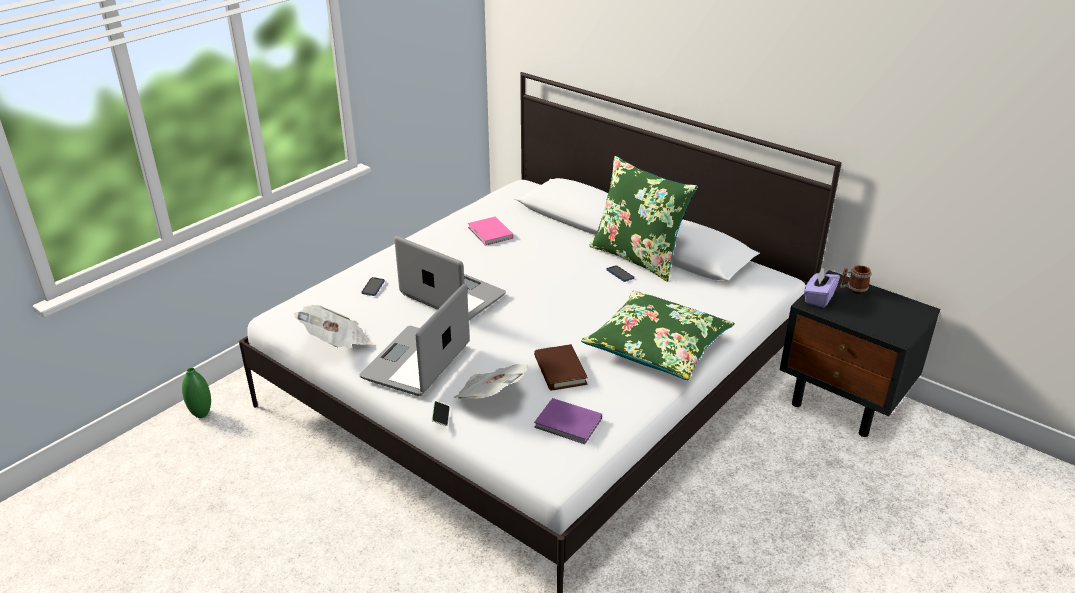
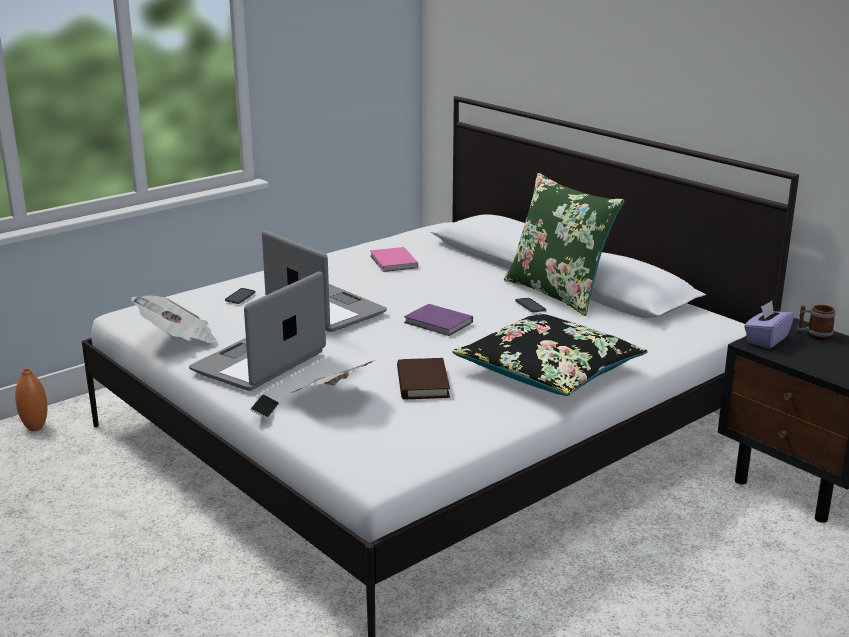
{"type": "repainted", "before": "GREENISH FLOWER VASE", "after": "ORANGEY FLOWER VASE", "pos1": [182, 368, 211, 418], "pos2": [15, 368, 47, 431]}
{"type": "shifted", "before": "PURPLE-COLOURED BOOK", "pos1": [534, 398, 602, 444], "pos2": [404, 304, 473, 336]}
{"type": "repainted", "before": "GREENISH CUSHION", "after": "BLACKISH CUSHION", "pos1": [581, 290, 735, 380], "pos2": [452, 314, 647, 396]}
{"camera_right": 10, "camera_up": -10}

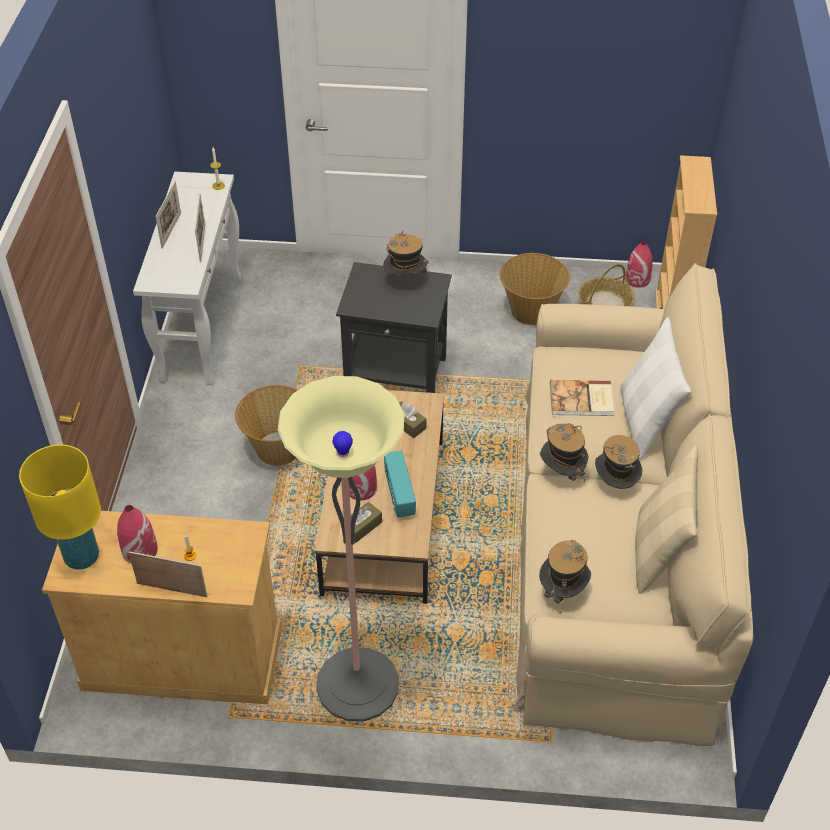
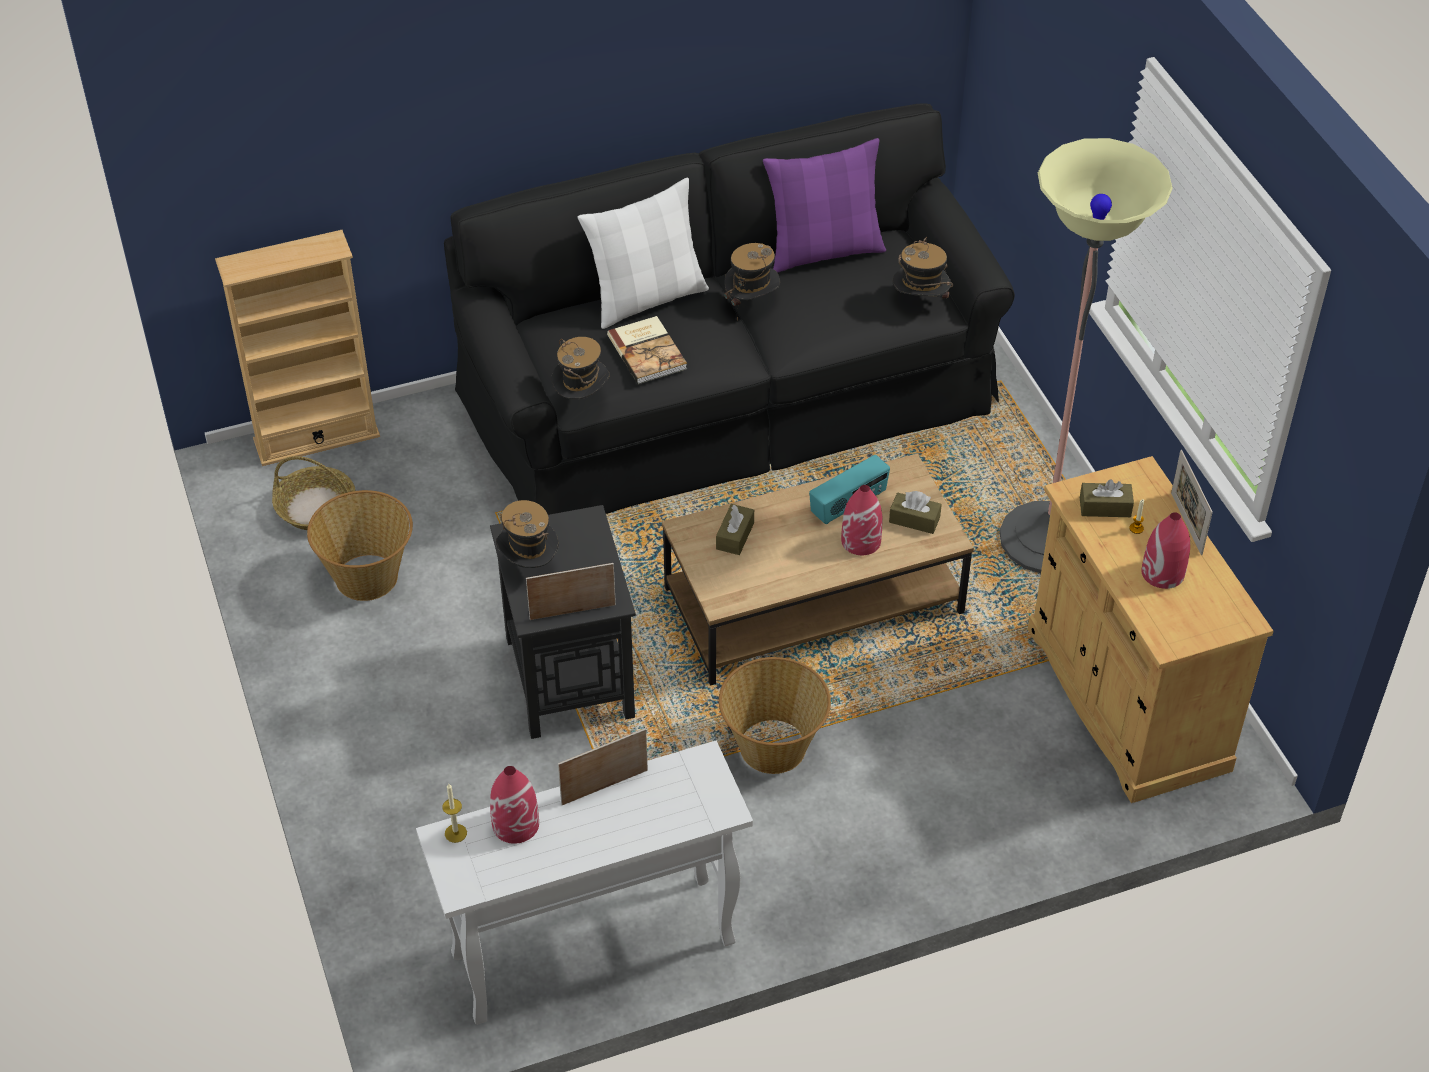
{"type": "repainted", "before": "SAND-COLOURED COUCH", "after": "BLACKISH COUCH", "pos1": [513, 263, 753, 746], "pos2": [444, 104, 1015, 515]}
{"type": "shifted", "before": "REDDISH FLOWER VASE", "pos1": [626, 241, 653, 288], "pos2": [490, 766, 539, 844]}
{"type": "shifted", "before": "STANDING FRAME", "pos1": [155, 181, 181, 249], "pos2": [526, 563, 616, 620]}
{"type": "shifted", "before": "CLOTHING HAT", "pos1": [540, 423, 588, 482], "pos2": [551, 337, 610, 399]}
{"type": "repainted", "before": "SAND-COLOURED CUSHION", "after": "PURPLE-COLOURED CUSHION", "pos1": [635, 446, 698, 594], "pos2": [763, 138, 886, 273]}
{"type": "new", "after": "BROWN BOX OF TISSUES", "pos2": [1080, 479, 1134, 517]}
{"type": "gone", "before": "YELLOWISH LAMP FOR A TABLE", "pos1": [19, 444, 101, 570]}
{"camera_right": -115, "camera_up": 0}

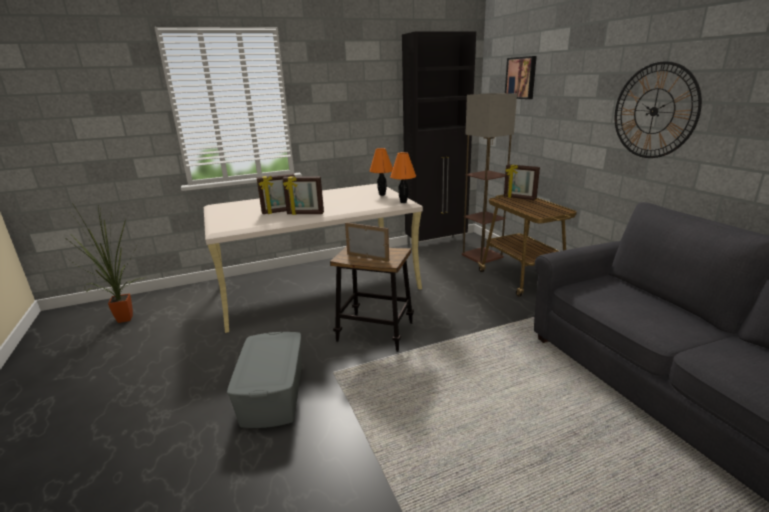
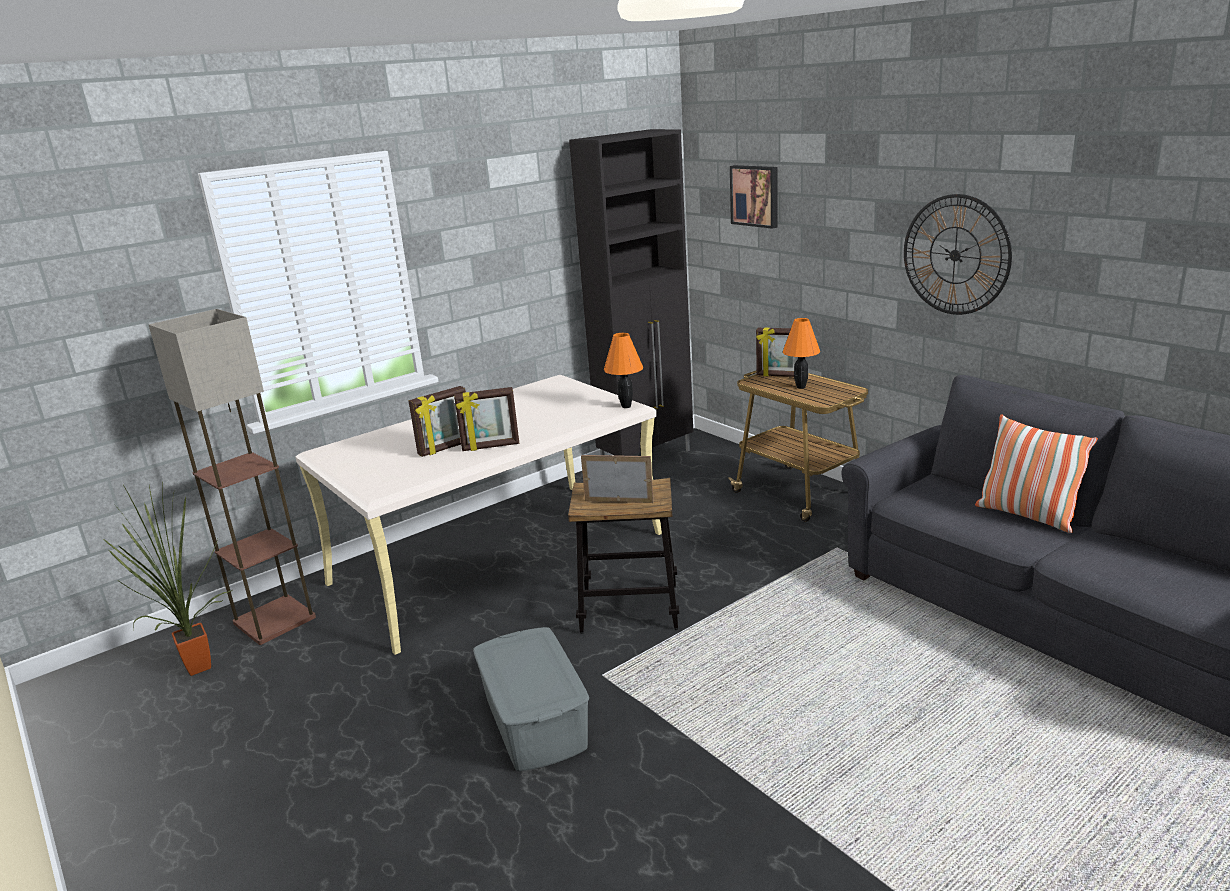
{"type": "shifted", "before": "FLOOR LAMP", "pos1": [462, 93, 517, 264], "pos2": [149, 309, 316, 645]}
{"type": "shifted", "before": "ORANGEY LAMP FOR A TABLE", "pos1": [370, 148, 393, 196], "pos2": [783, 318, 820, 389]}
{"type": "new", "after": "CUSHION", "pos2": [975, 414, 1098, 533]}
{"camera_right": -15, "camera_up": 0}

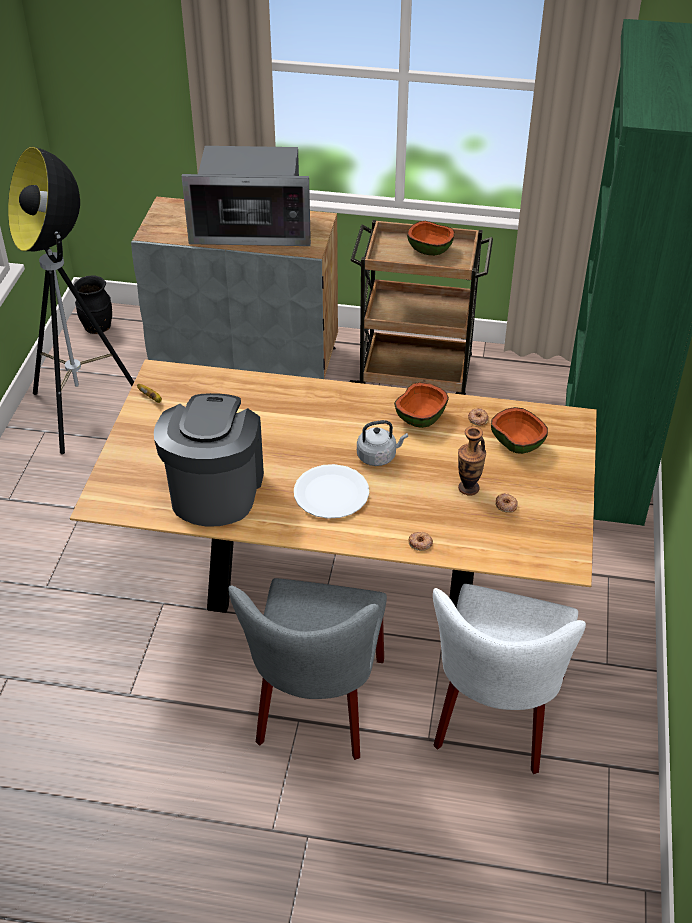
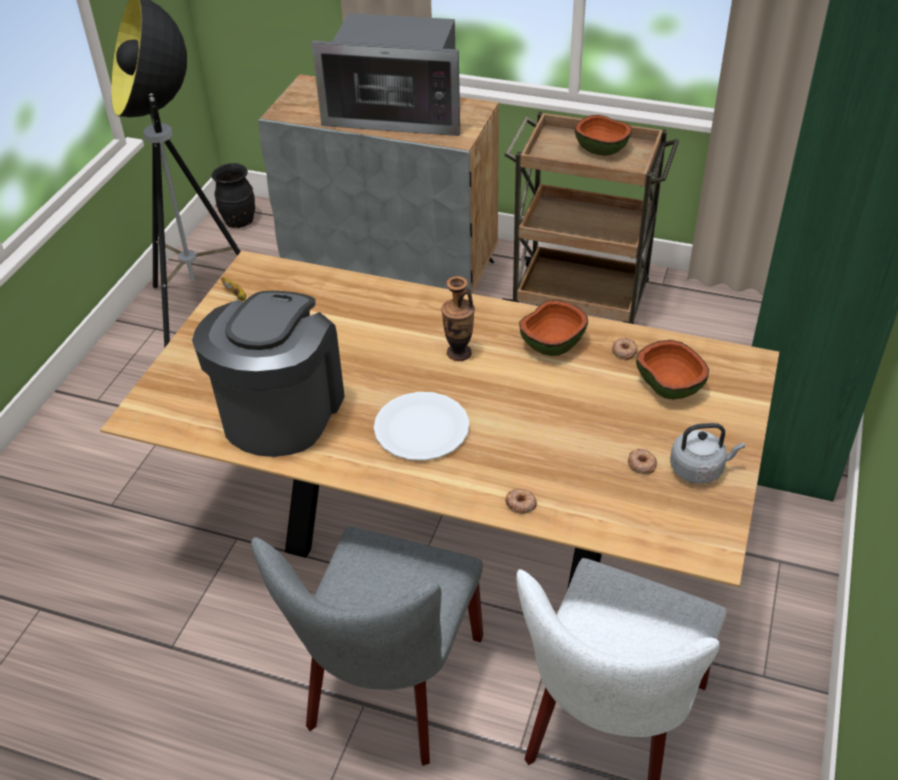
{"type": "shifted", "before": "FLOWER VASE", "pos1": [458, 426, 486, 496], "pos2": [441, 276, 475, 361]}
{"type": "shifted", "before": "GREYISH TEA KETTLE", "pos1": [357, 420, 408, 466], "pos2": [670, 423, 745, 484]}
{"camera_right": 10, "camera_up": 0}

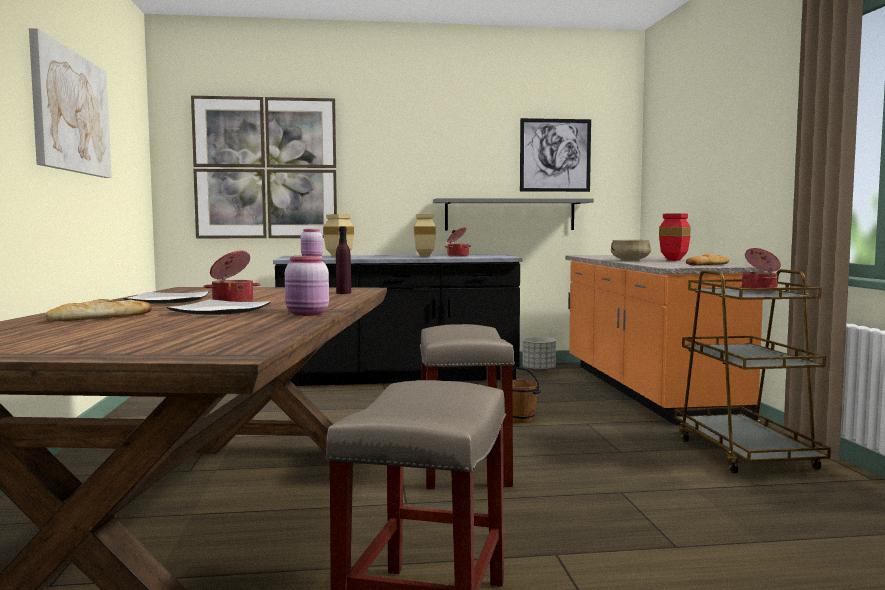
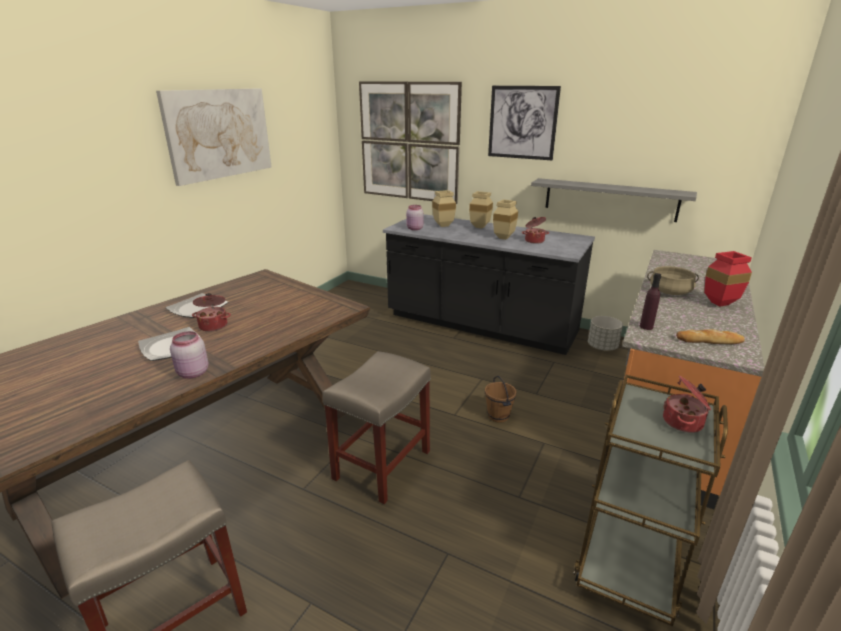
{"type": "new", "after": "SAND-COLOURED FLOWER VASE", "pos2": [469, 191, 493, 229]}
{"type": "shifted", "before": "WALL ART", "pos1": [520, 118, 591, 192], "pos2": [488, 86, 561, 160]}
{"type": "shifted", "before": "PURPLE-COLOURED DRINK BOTTLE", "pos1": [336, 227, 351, 294], "pos2": [640, 273, 661, 330]}
{"type": "gone", "before": "BAKED BREAD", "pos1": [45, 299, 152, 321]}
{"camera_right": 35, "camera_up": 20}

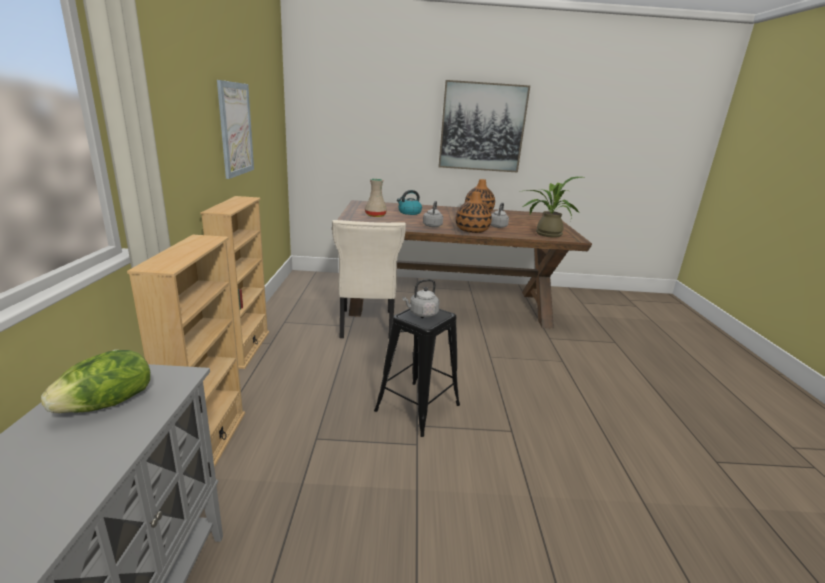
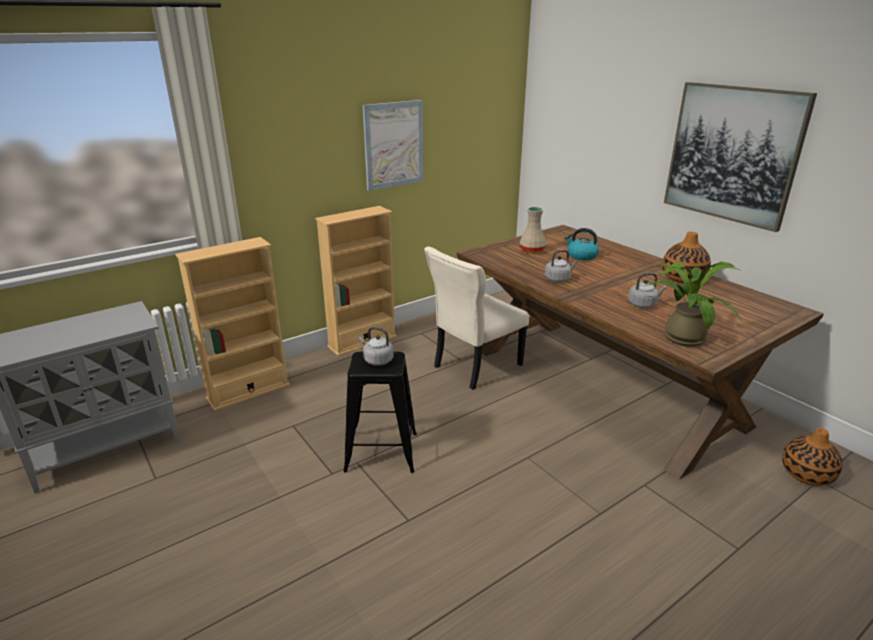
{"type": "shifted", "before": "FLOWER VASE", "pos1": [456, 191, 492, 233], "pos2": [782, 428, 842, 486]}
{"type": "gone", "before": "HEAD OF LETTUCE", "pos1": [41, 350, 150, 413]}
{"camera_right": 55, "camera_up": 5}

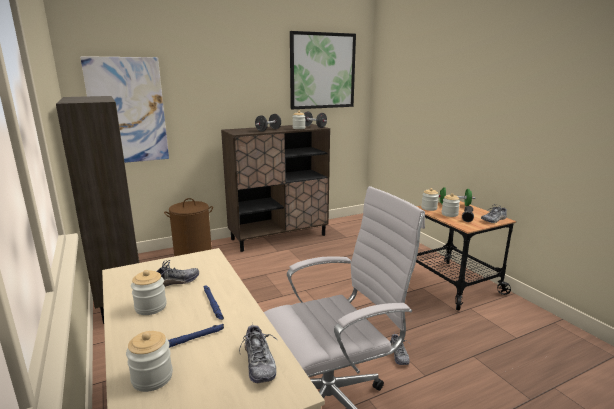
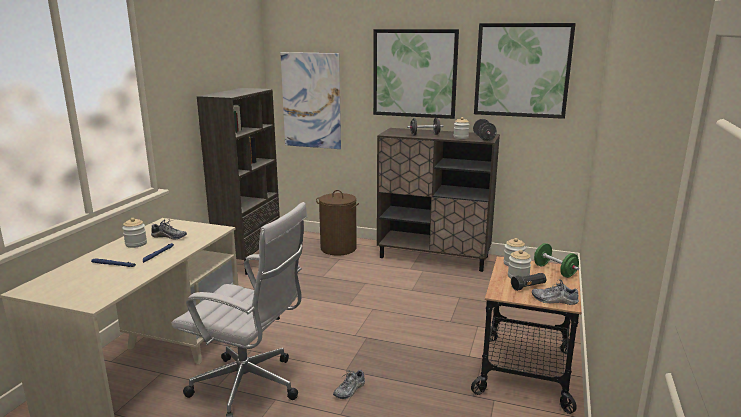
{"type": "new", "after": "WALL ART", "pos2": [373, 29, 459, 119]}
{"type": "gone", "before": "PRESERVE JAR", "pos1": [126, 331, 173, 392]}
{"type": "gone", "before": "LOW SHOE", "pos1": [239, 324, 278, 383]}
{"camera_right": 45, "camera_up": 0}

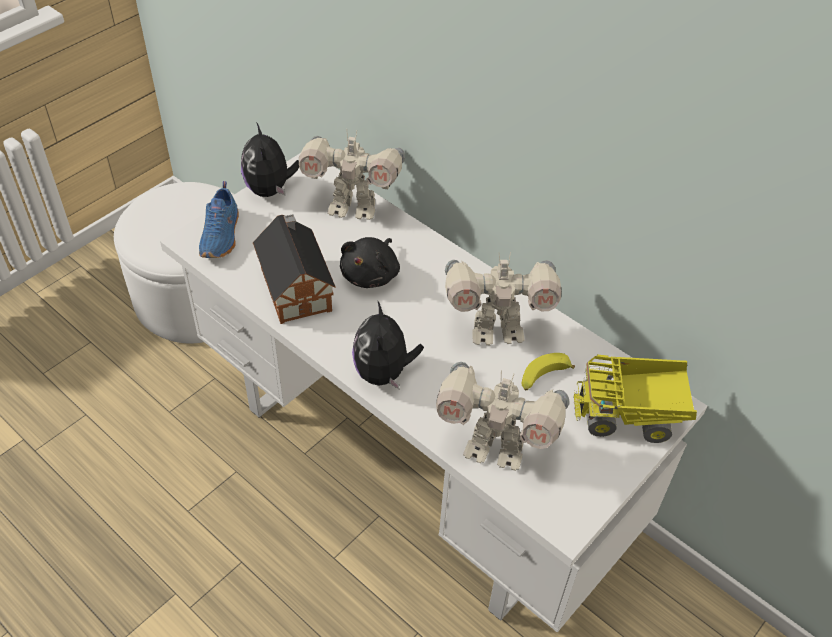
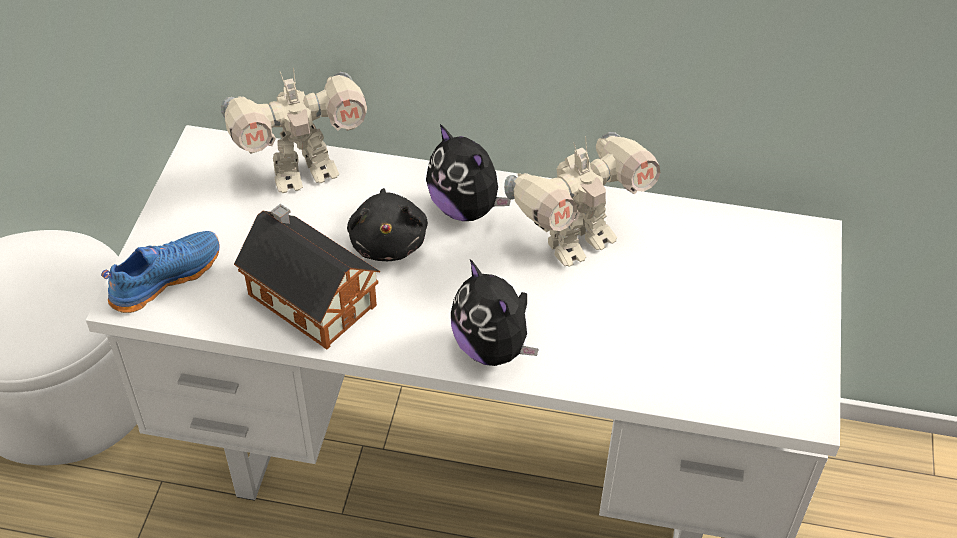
{"type": "rotated", "before": "BLUISH LOW SHOE", "pos1": [199, 181, 239, 258], "pos2": [101, 231, 220, 313], "turn": -105}
{"type": "shifted", "before": "CUDDLY TOY", "pos1": [241, 122, 299, 197], "pos2": [426, 124, 511, 221]}
{"type": "gone", "before": "ROBOT FIGURE", "pos1": [436, 362, 569, 471]}
{"type": "gone", "before": "BANANA", "pos1": [522, 353, 575, 390]}
{"type": "gone", "before": "TOY TRUCK", "pos1": [573, 355, 697, 443]}
{"camera_right": -30, "camera_up": 0}

